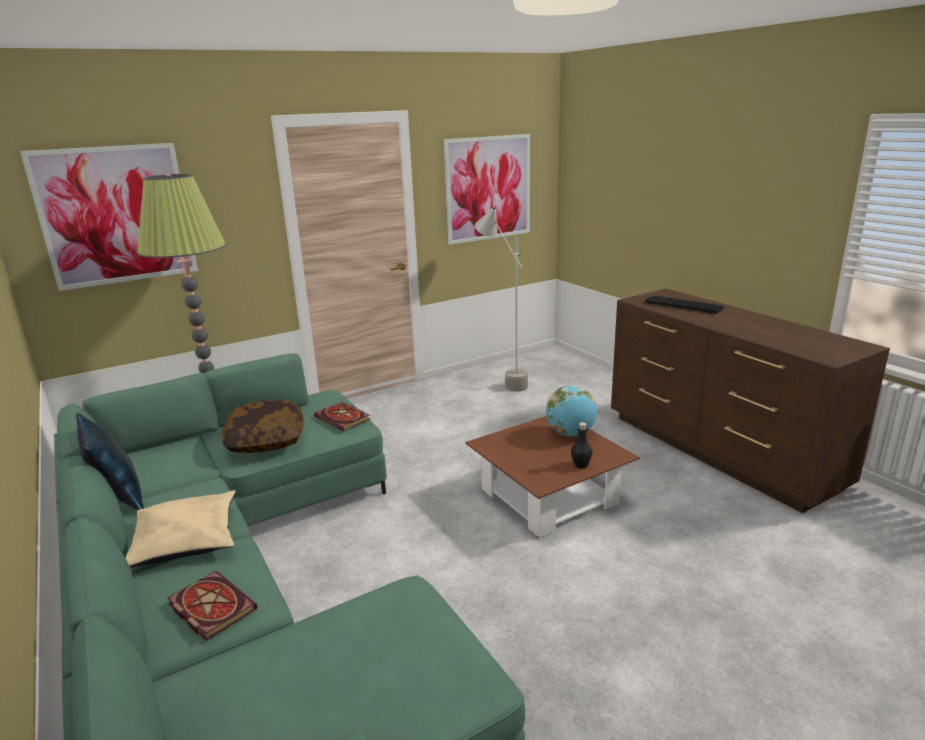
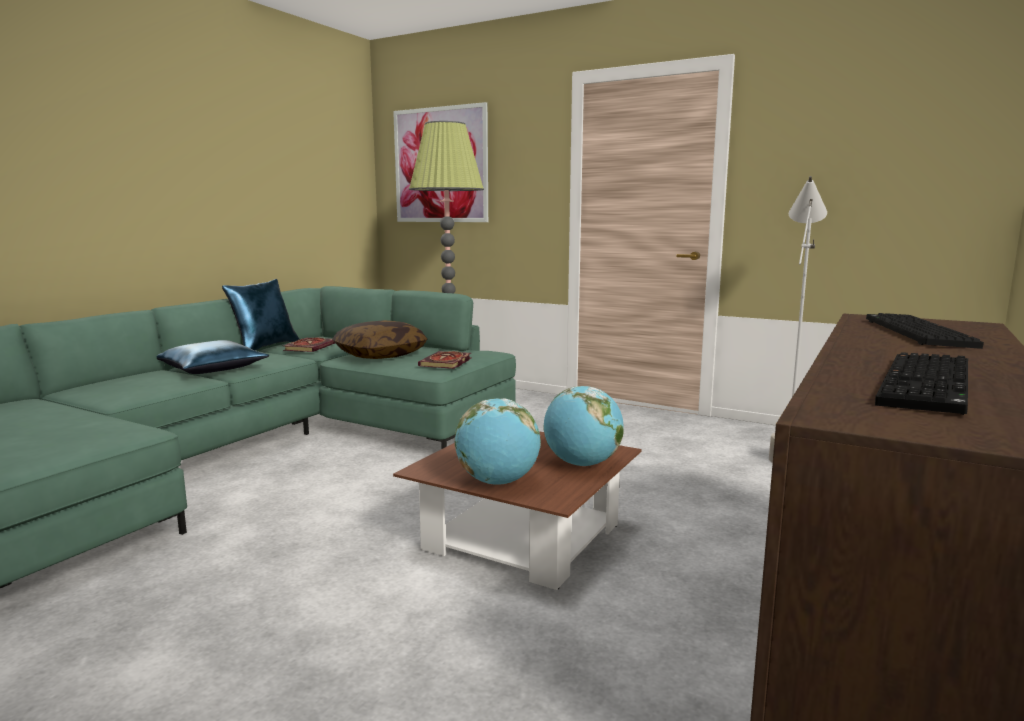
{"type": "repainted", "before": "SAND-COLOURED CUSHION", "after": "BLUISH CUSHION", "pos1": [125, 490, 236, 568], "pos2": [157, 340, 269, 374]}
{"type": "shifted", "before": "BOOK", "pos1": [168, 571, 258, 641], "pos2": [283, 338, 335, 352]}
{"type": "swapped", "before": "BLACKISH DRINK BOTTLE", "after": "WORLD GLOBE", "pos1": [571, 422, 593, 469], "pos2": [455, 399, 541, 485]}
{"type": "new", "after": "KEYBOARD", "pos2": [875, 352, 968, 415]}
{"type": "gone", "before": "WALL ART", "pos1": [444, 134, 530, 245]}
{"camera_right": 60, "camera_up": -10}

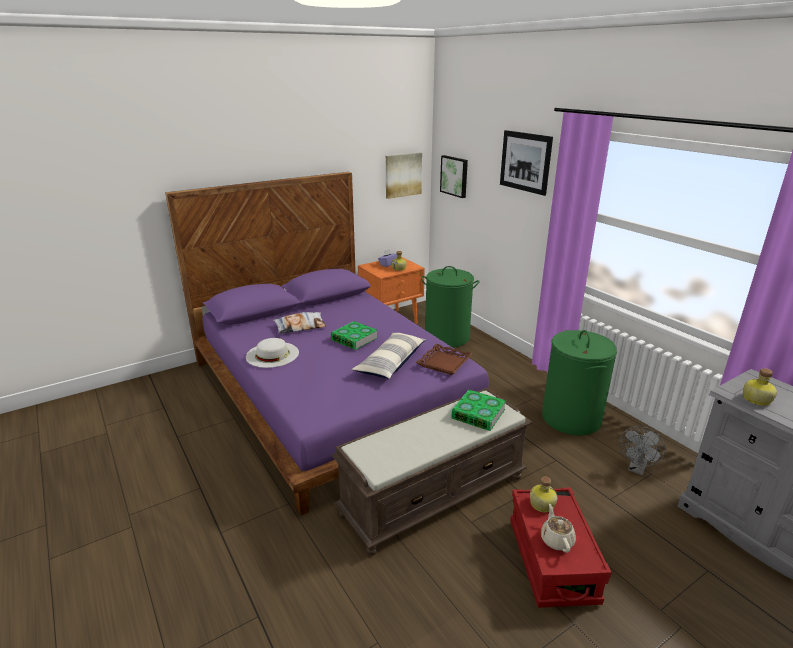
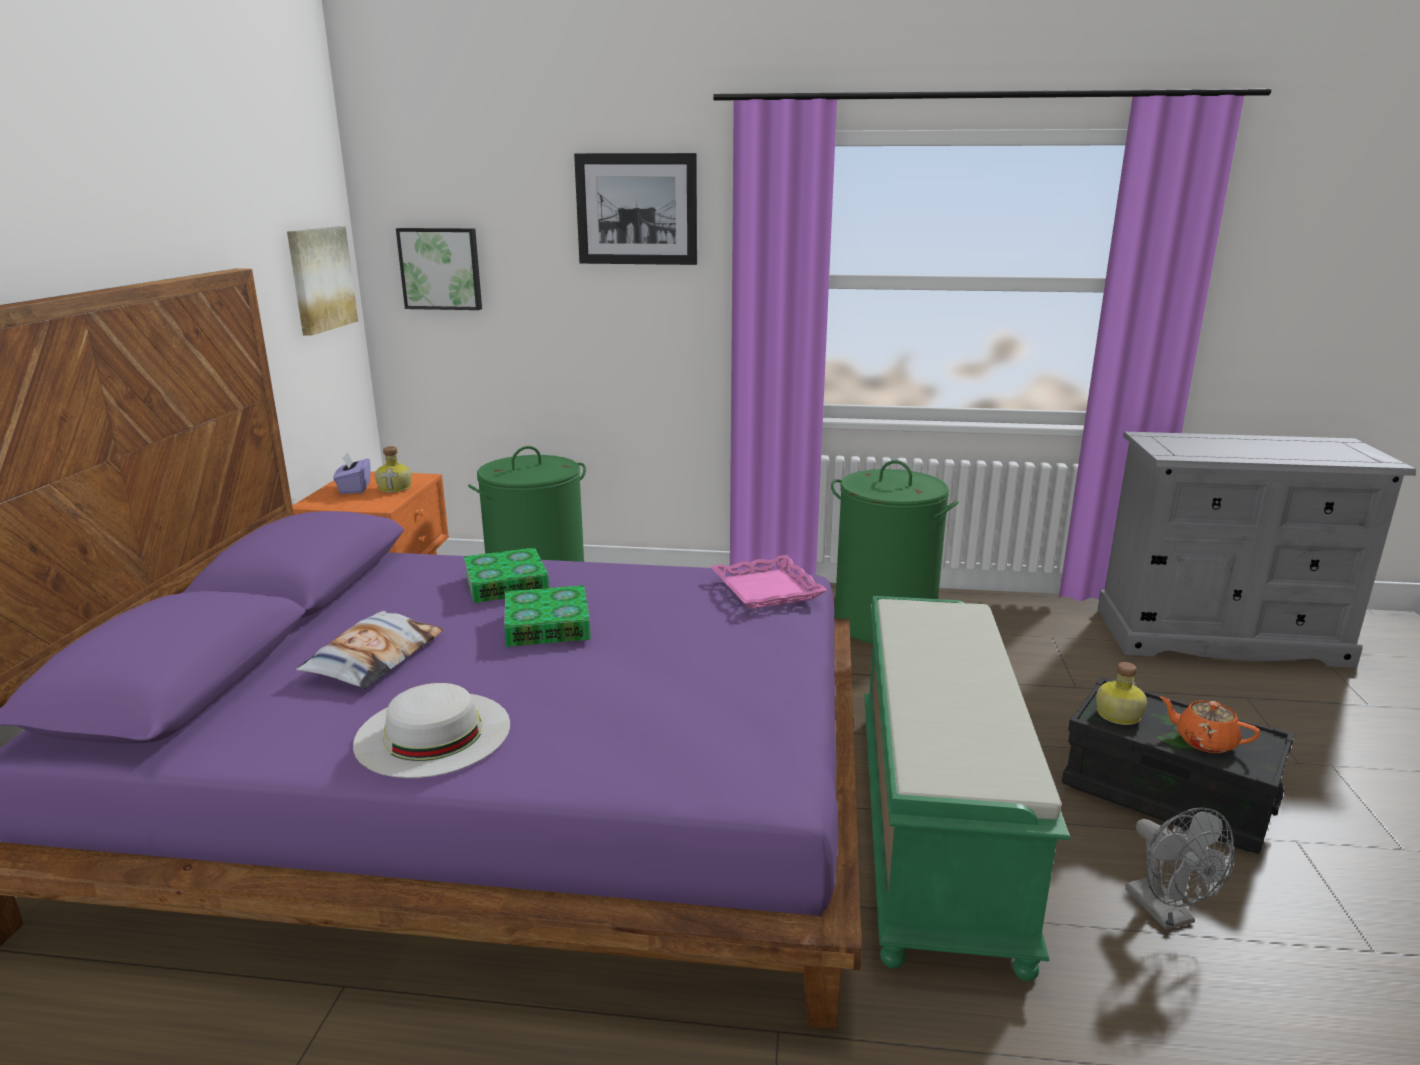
{"type": "shifted", "before": "BOOK", "pos1": [451, 390, 506, 431], "pos2": [464, 548, 549, 603]}
{"type": "repainted", "before": "BROWN TRAY", "after": "PINK TRAY", "pos1": [416, 344, 473, 375], "pos2": [710, 555, 828, 609]}
{"type": "repainted", "before": "BROWN BENCH", "after": "GREENISH BENCH", "pos1": [331, 388, 533, 556], "pos2": [864, 596, 1070, 981]}
{"type": "repainted", "before": "REDDISH STORAGE CONTAINER", "after": "BLACKISH STORAGE CONTAINER", "pos1": [510, 487, 612, 608], "pos2": [1062, 677, 1295, 854]}
{"type": "shifted", "before": "GREYISH FAN", "pos1": [620, 426, 666, 475], "pos2": [1125, 808, 1234, 930]}
{"type": "repainted", "before": "SAND-COLOURED TEAPOT", "after": "ORANGEY TEAPOT", "pos1": [541, 504, 576, 553], "pos2": [1160, 696, 1260, 753]}
{"type": "gone", "before": "CUSHION", "pos1": [352, 333, 426, 379]}
{"type": "gone", "before": "DRINK BOTTLE", "pos1": [743, 368, 777, 406]}
{"camera_right": -50, "camera_up": -5}

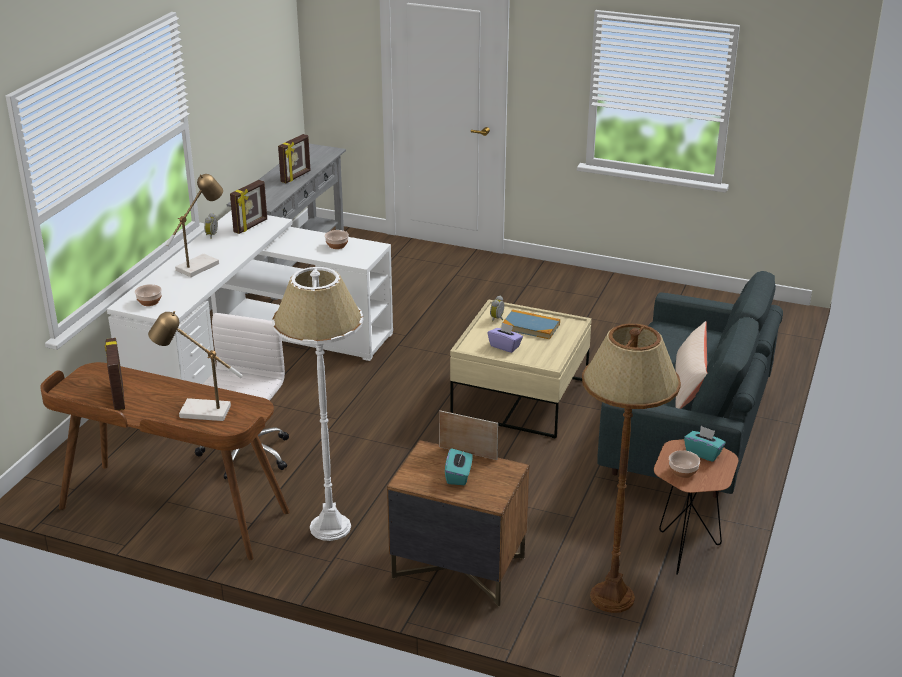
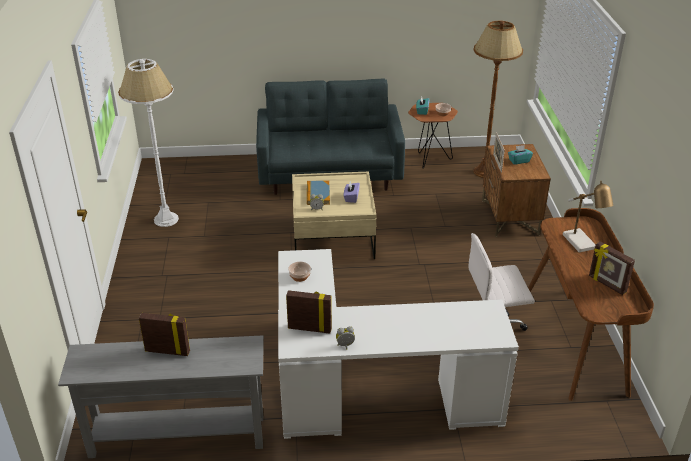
{"type": "shifted", "before": "WHITISH FLOOR LAMP", "pos1": [272, 267, 363, 541], "pos2": [118, 59, 179, 227]}
{"type": "rotated", "before": "STANDING FRAME", "pos1": [105, 338, 125, 410], "pos2": [589, 241, 635, 295], "turn": 90}
{"type": "gone", "before": "SERVING BOWL", "pos1": [135, 284, 162, 306]}
{"type": "gone", "before": "LAMP FOR A TABLE", "pos1": [166, 174, 223, 277]}
{"type": "gone", "before": "SAND-COLOURED CUSHION", "pos1": [675, 321, 708, 409]}
{"camera_right": -115, "camera_up": 5}

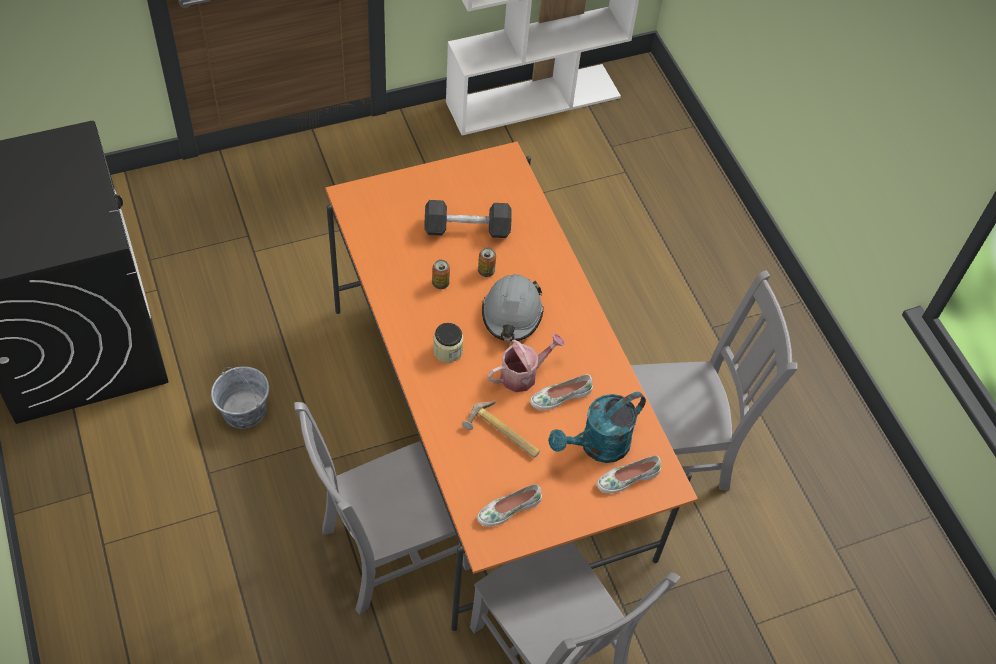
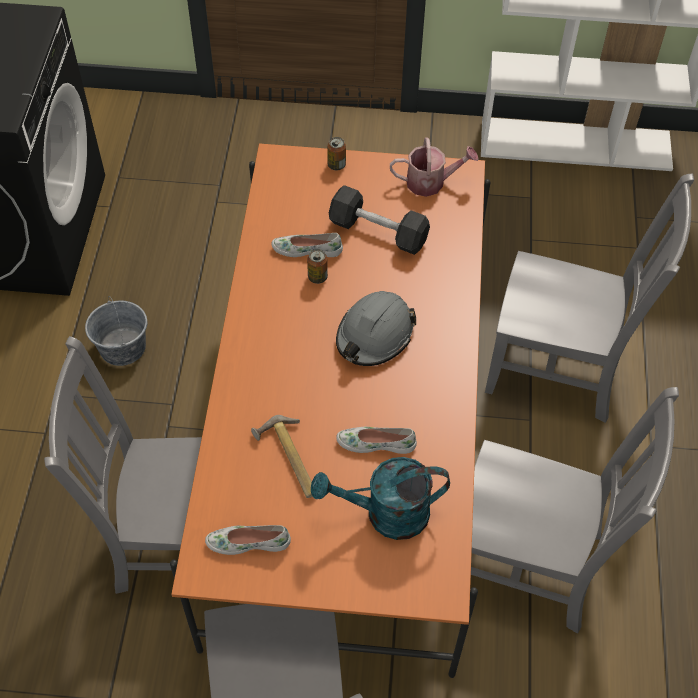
{"type": "shifted", "before": "WHITISH LOW SHOE", "pos1": [597, 456, 661, 493], "pos2": [272, 233, 343, 257]}
{"type": "shifted", "before": "SEALED CAN", "pos1": [478, 247, 496, 277], "pos2": [327, 137, 346, 171]}
{"type": "shifted", "before": "SPRINKLING CAN", "pos1": [488, 334, 565, 392], "pos2": [390, 137, 479, 197]}
{"type": "new", "after": "GREYISH PLAIN CHAIR", "pos2": [485, 174, 694, 423]}
{"type": "gone", "before": "PRESERVE JAR", "pos1": [433, 323, 464, 363]}
{"camera_right": 30, "camera_up": 0}

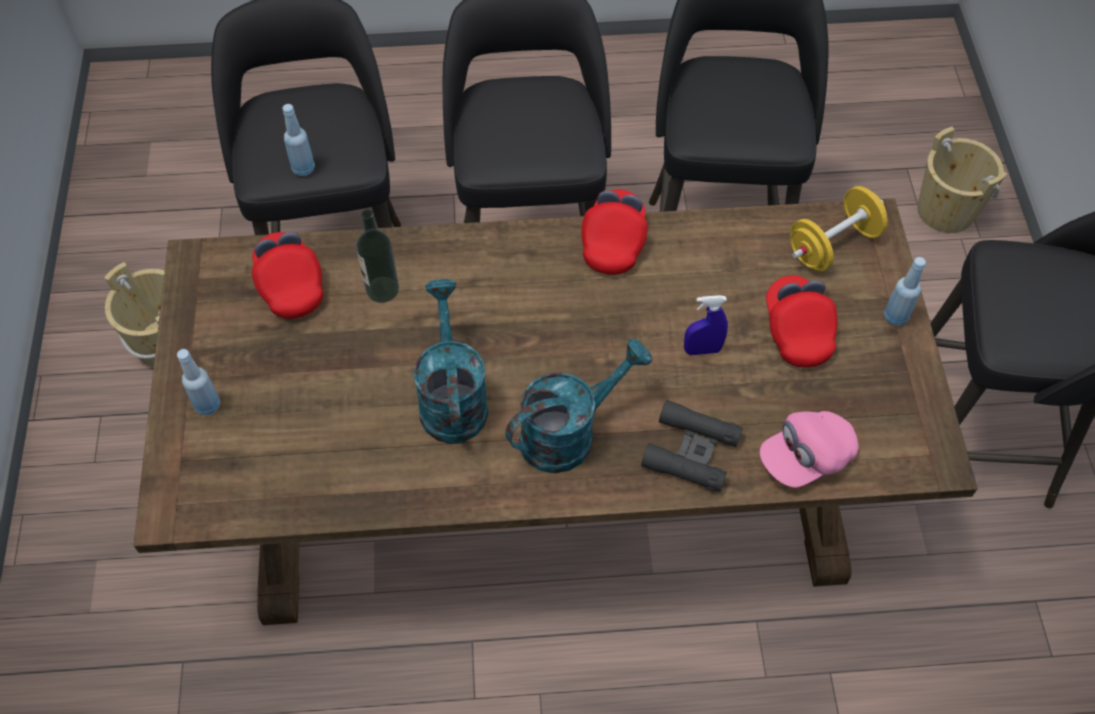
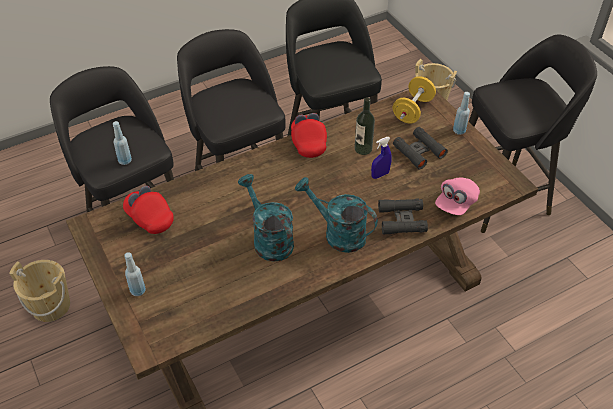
{"type": "rotated", "before": "BLUE-GREEN SPRINKLING CAN", "pos1": [505, 339, 652, 473], "pos2": [295, 177, 378, 253], "turn": -90}
{"type": "shifted", "before": "DRINK BOTTLE", "pos1": [356, 209, 399, 303], "pos2": [355, 97, 375, 155]}
{"type": "swapped", "before": "REDDISH CAP", "after": "BLACKISH FIELD GLASSES", "pos1": [766, 275, 838, 367], "pos2": [393, 127, 448, 169]}
{"camera_right": -25, "camera_up": -10}

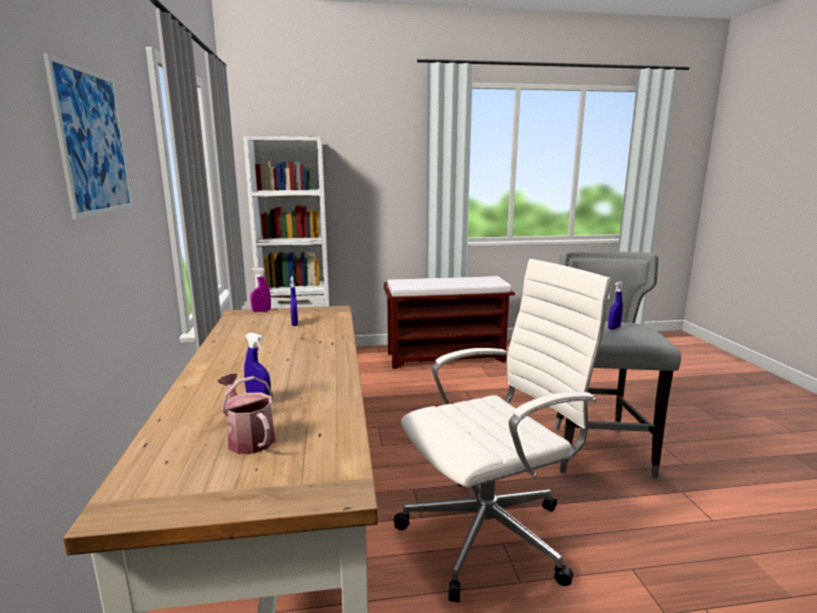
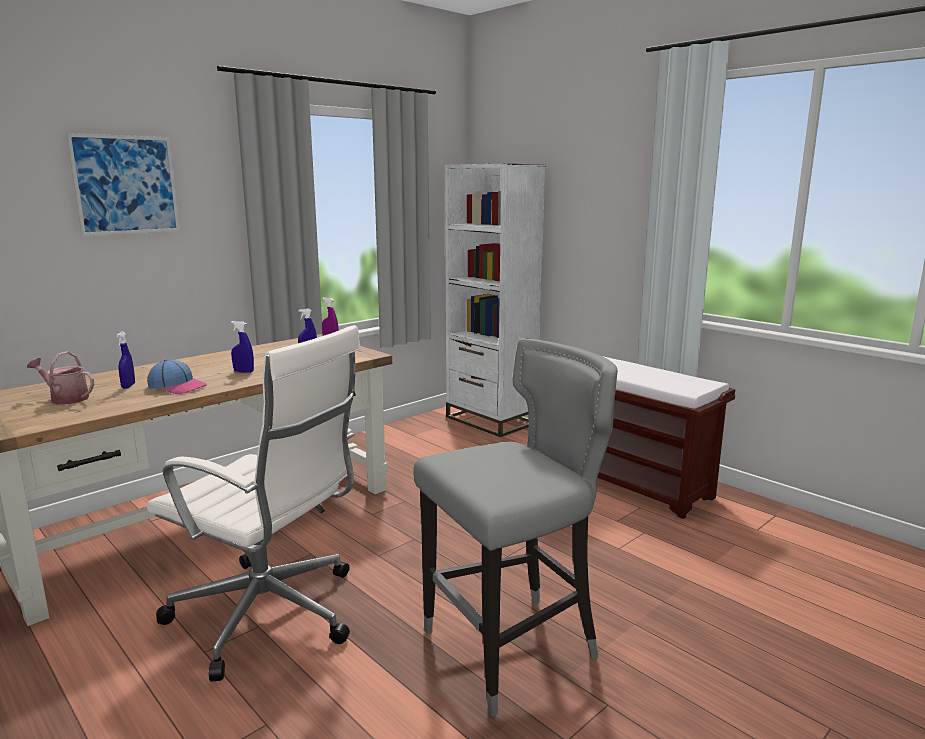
{"type": "rotated", "before": "SPRINKLING CAN", "pos1": [218, 373, 276, 454], "pos2": [27, 351, 94, 404], "turn": -90}
{"type": "new", "after": "CAP", "pos2": [147, 359, 207, 394]}
{"type": "shifted", "before": "BLUISH SPRAY BOTTLE", "pos1": [608, 281, 623, 330], "pos2": [231, 321, 254, 373]}
{"camera_right": 55, "camera_up": 0}

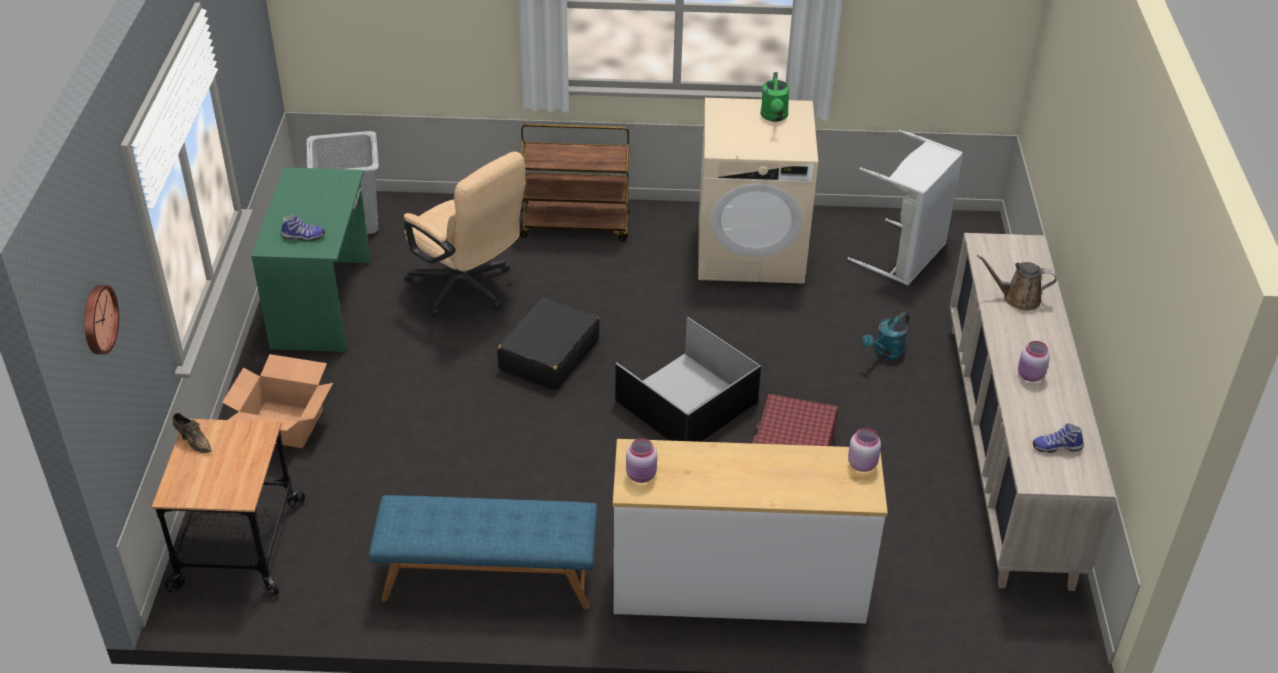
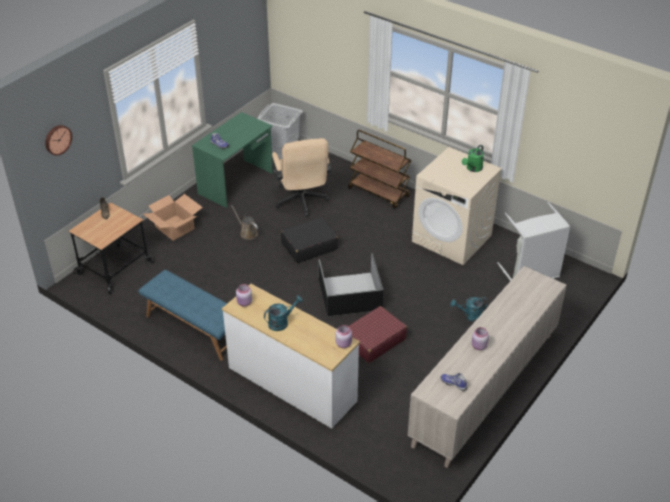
{"type": "shifted", "before": "BROWN SPRINKLING CAN", "pos1": [977, 255, 1057, 310], "pos2": [231, 205, 258, 240]}
{"type": "new", "after": "BLUE-GREEN SPRINKLING CAN", "pos2": [264, 295, 303, 331]}
{"camera_right": 35, "camera_up": 0}

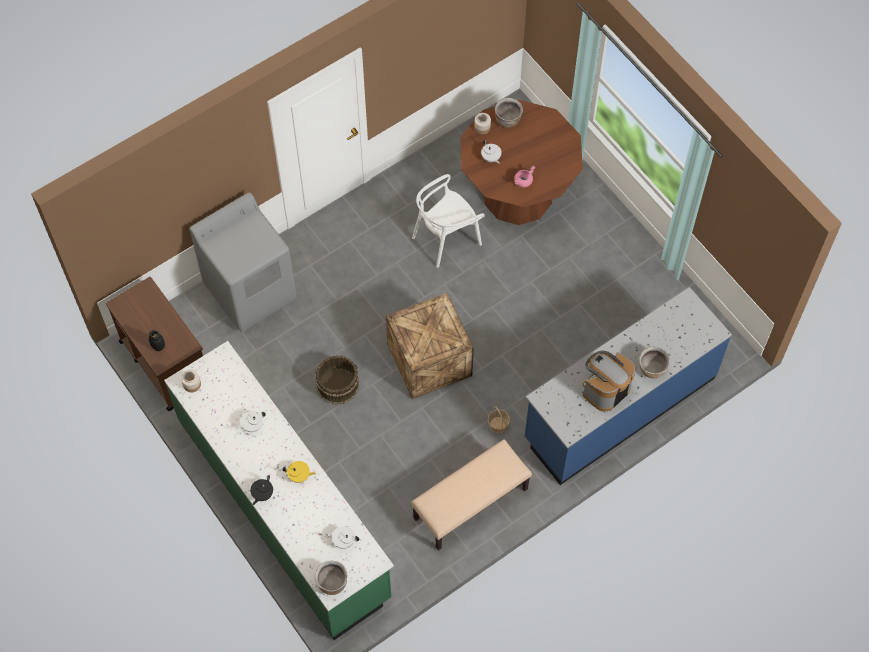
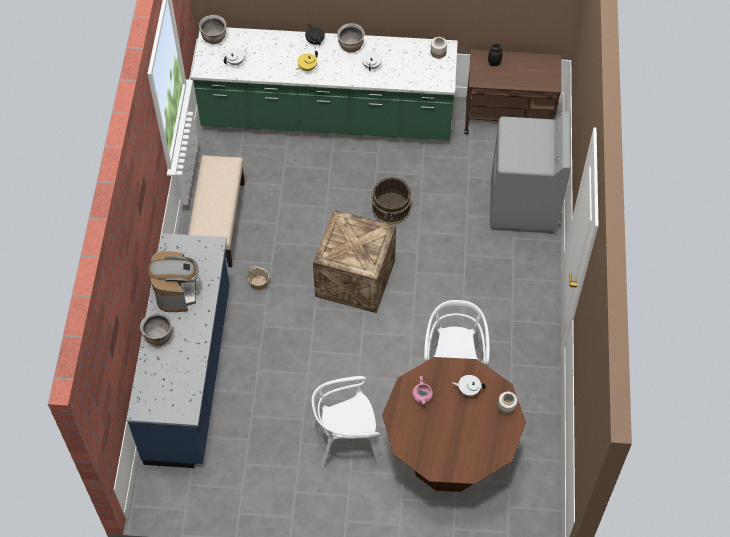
{"type": "new", "after": "WHITISH PLAIN CHAIR", "pos2": [312, 376, 380, 468]}
{"type": "shifted", "before": "BROWN STOCKPOT", "pos1": [495, 98, 523, 128], "pos2": [337, 23, 365, 53]}
{"camera_right": 130, "camera_up": -5}

